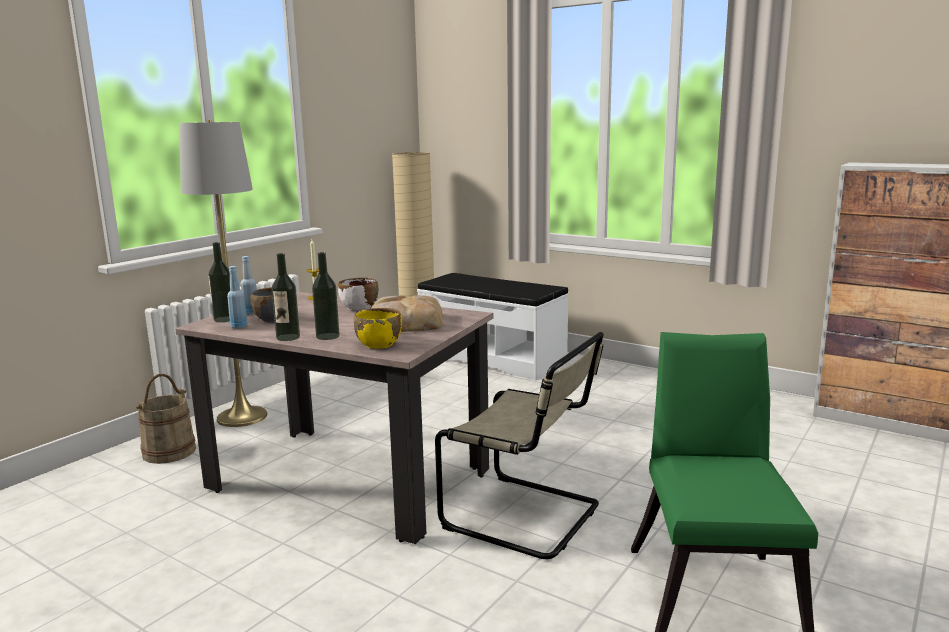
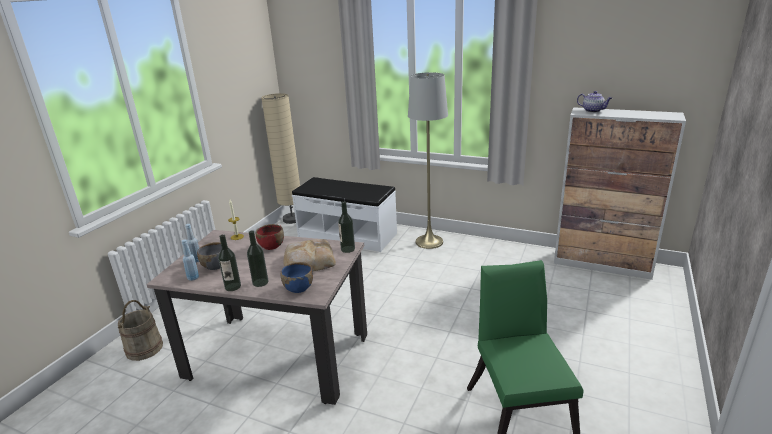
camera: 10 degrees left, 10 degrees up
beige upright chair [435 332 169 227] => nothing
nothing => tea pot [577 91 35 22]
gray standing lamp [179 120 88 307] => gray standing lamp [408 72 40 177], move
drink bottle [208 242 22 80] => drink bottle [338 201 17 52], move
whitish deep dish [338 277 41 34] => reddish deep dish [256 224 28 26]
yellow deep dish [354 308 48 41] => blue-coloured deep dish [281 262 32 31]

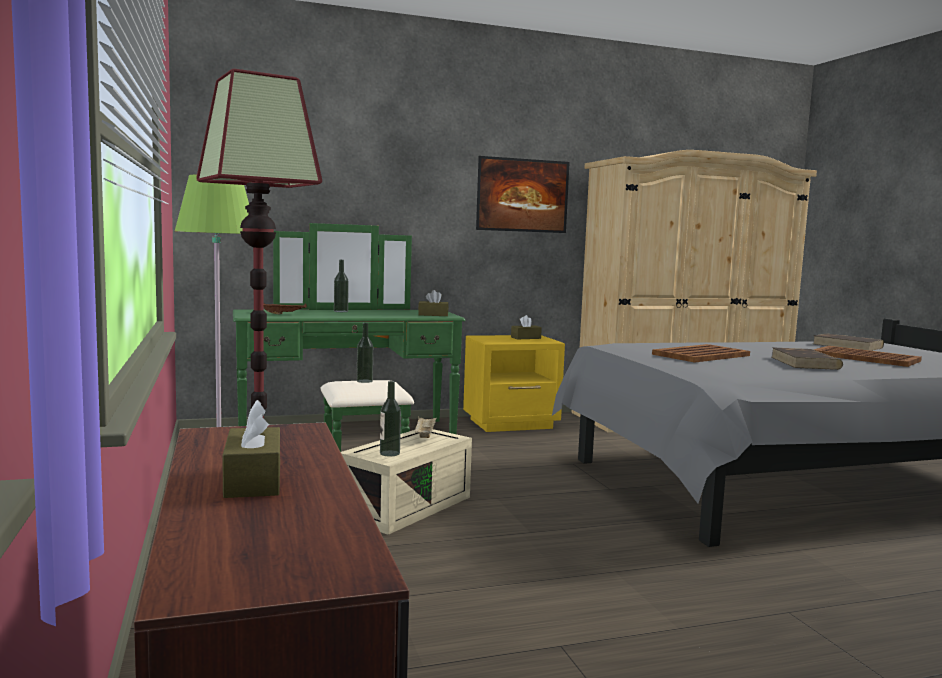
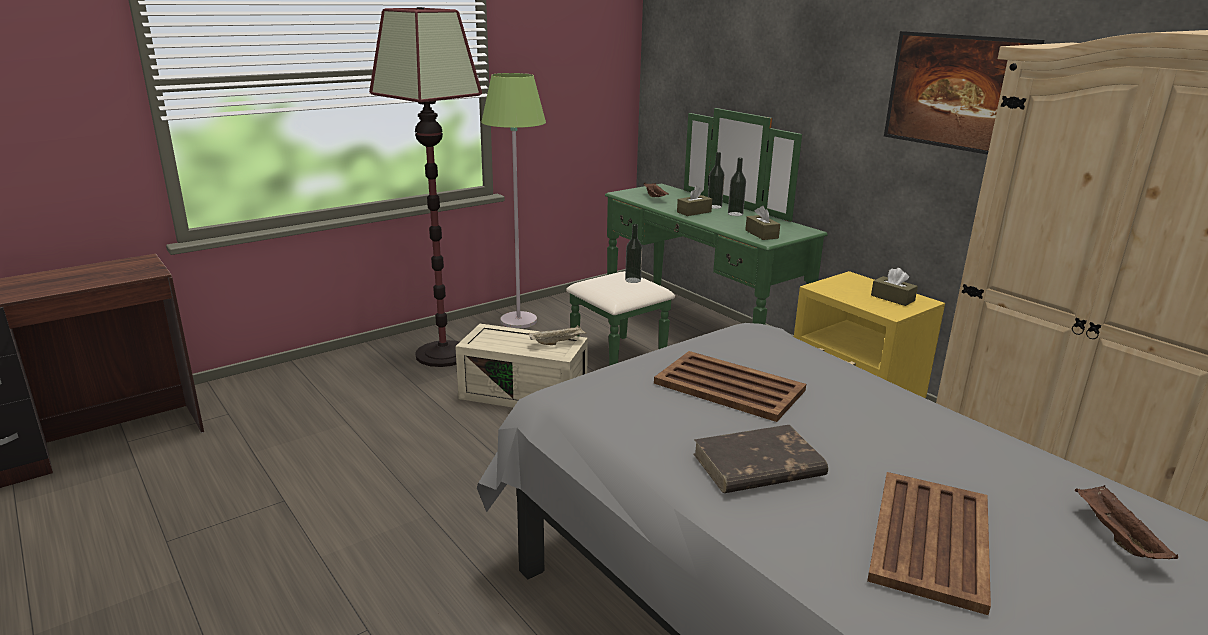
camera: 70 degrees right, 15 degrees up
brown-coloured tissue holder [222 400 58 98] => brown-coloured tissue holder [677 186 35 30], move
drink bottle [380 381 21 75] => drink bottle [728 158 18 58], move
brown-coloured book [814 334 70 17] => brown-coloured carrying tray [1075 485 103 74]

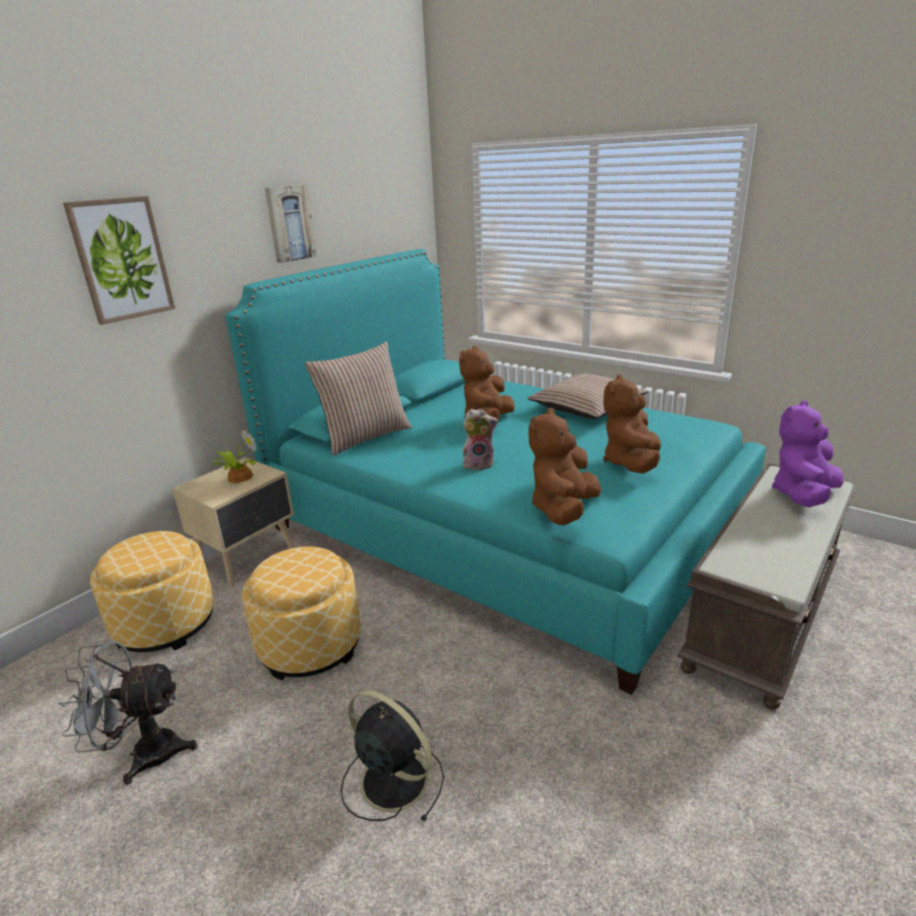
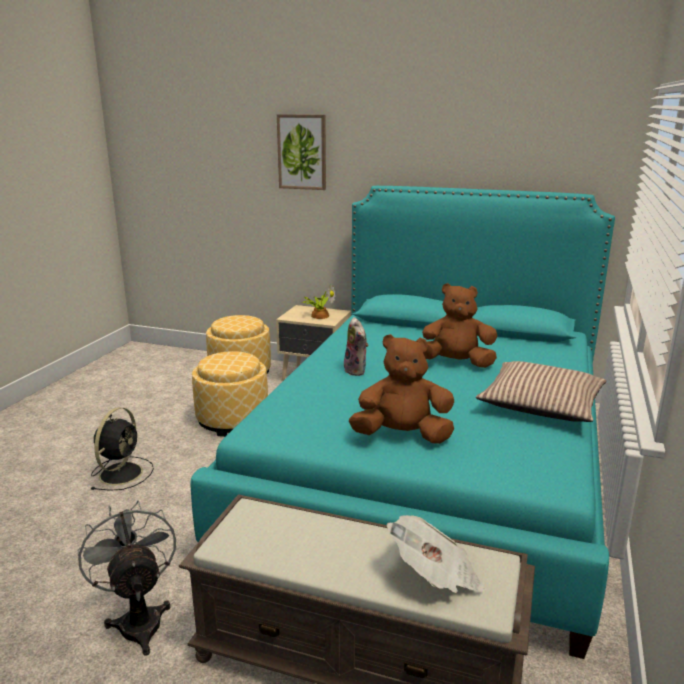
camera: 70 degrees right, 5 degrees down
wall art [265 185 52 78] => nothing
throw pillow [304 342 108 114] => nothing
brown-coloured plush toy [528 408 73 117] => nothing
gray electric fan [58 641 139 144] => gray electric fan [78 500 98 156], move
purple-coloured plush toy [772 400 72 107] => daily paper [387 515 98 78]

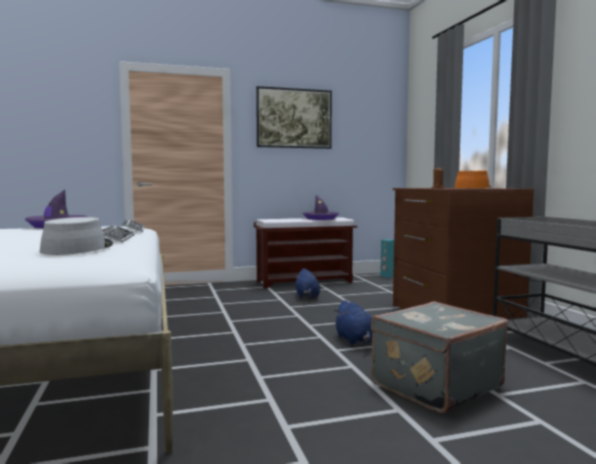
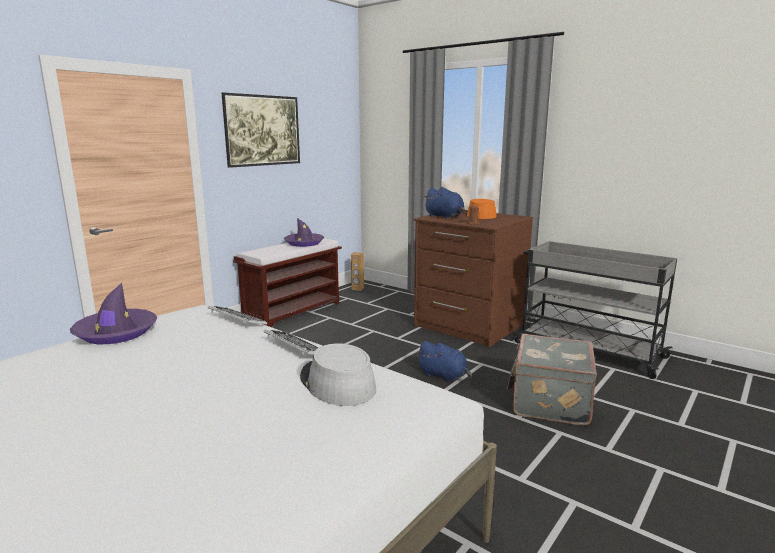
camera: 35 degrees left, 10 degrees up
blue-coloured plush toy [296 268 24 31] => blue-coloured plush toy [424 187 40 32], move
turquoise-coloured audio speaker [380 239 14 39] => brown-coloured audio speaker [351 252 13 39]

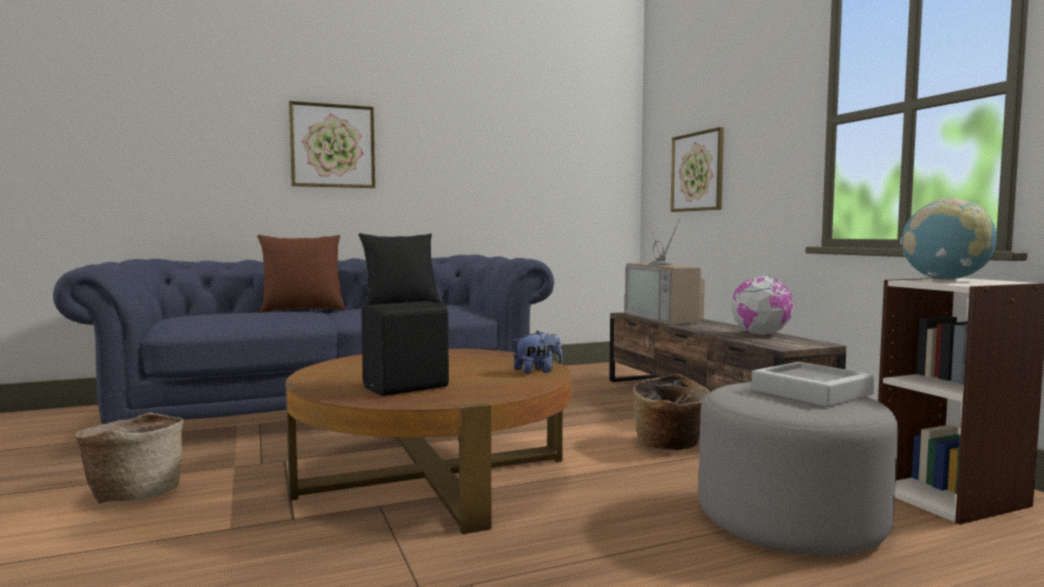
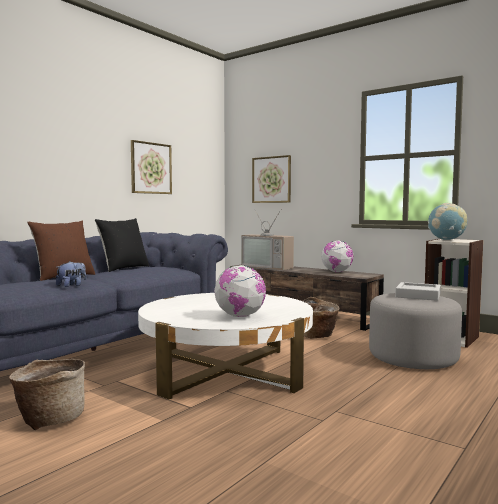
camera: 30 degrees left, 0 degrees up
wall art [289 101 86 87] => wall art [131 140 41 54], move
plush toy [513 331 49 43] => plush toy [56 261 30 26], move
black audio speaker [361 301 89 95] => globe [214 265 52 52]
brown-coloured coffee table [285 349 287 185] => whitish coffee table [138 293 175 106]

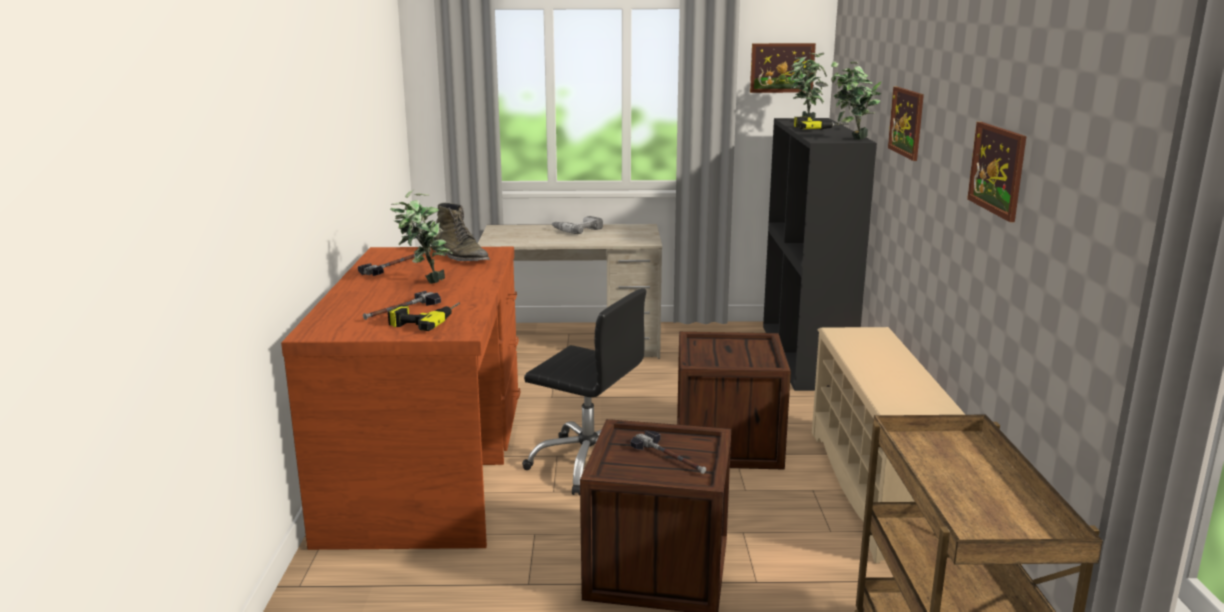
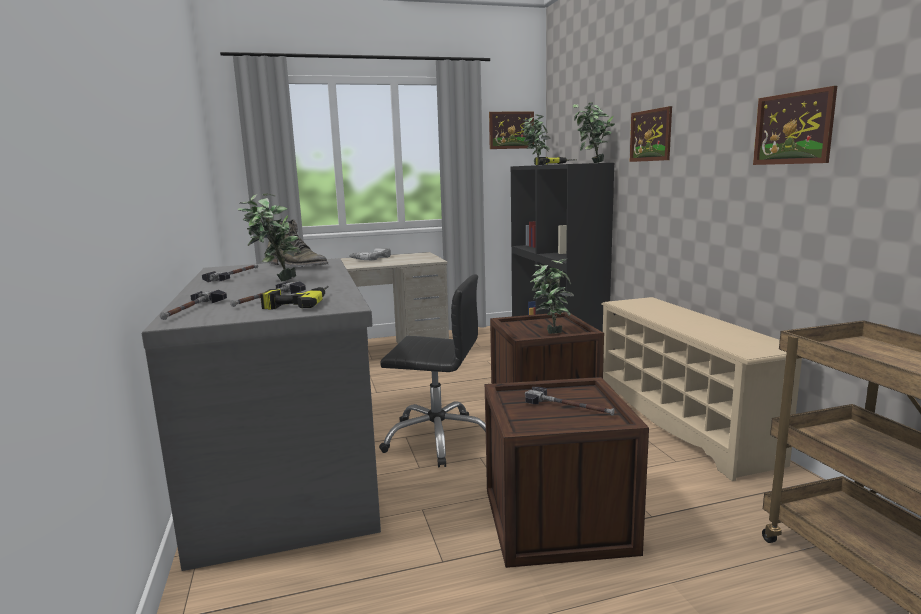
camera: 15 degrees left, 5 degrees down
nothing => hammer [160 290 67 30]
nothing => potted plant [530 259 44 75]
brown-coloured desk unit [281 247 240 303] => gray desk unit [142 258 239 313]

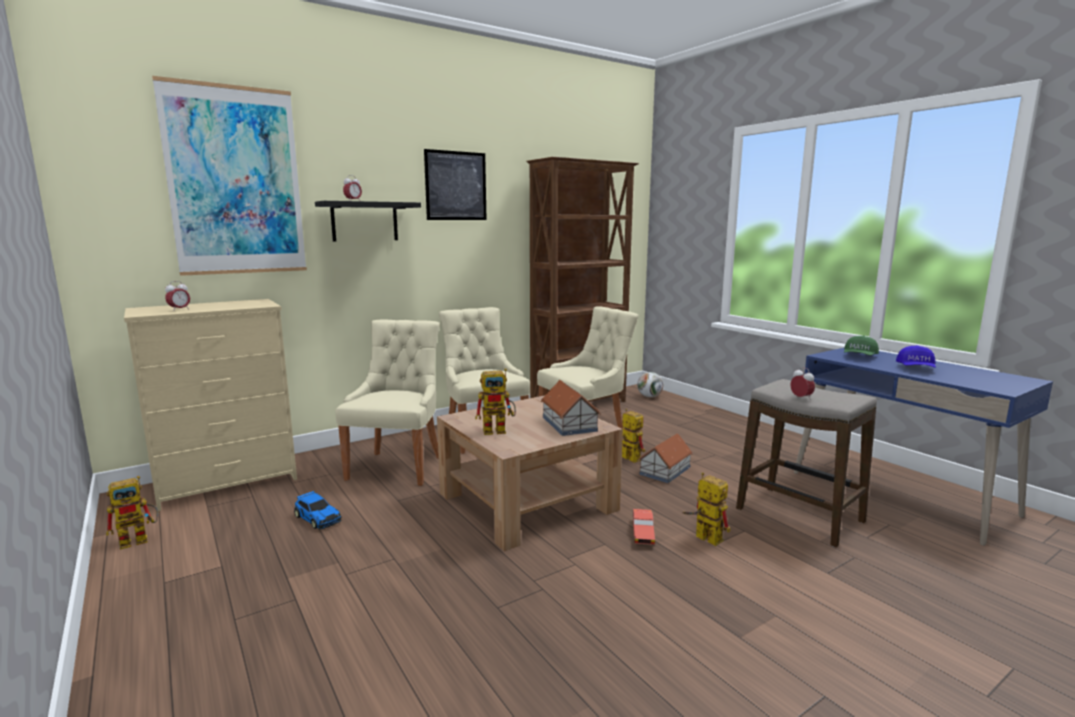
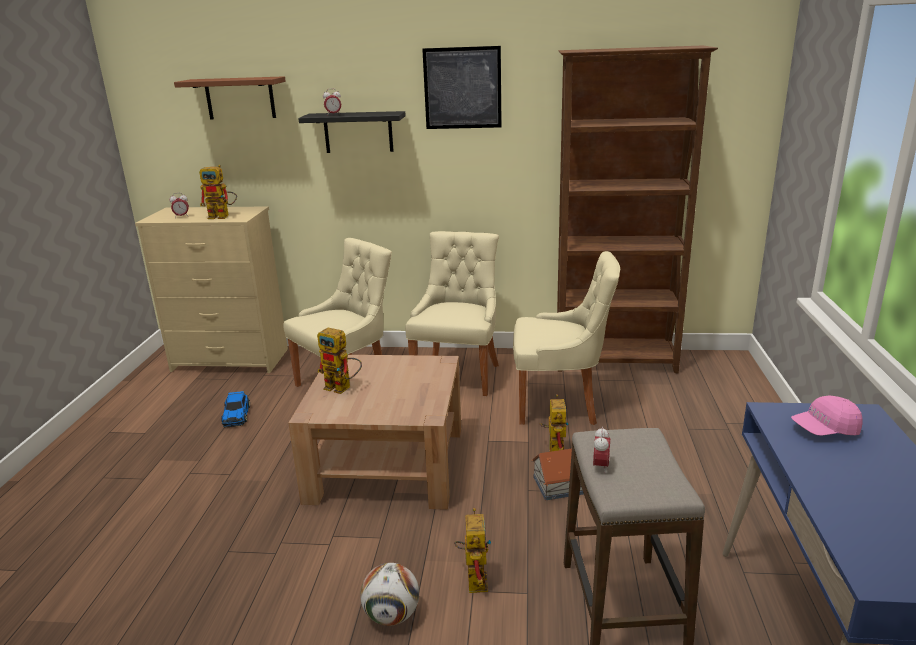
camera: 40 degrees right, 10 degrees up
model house [541 380 60 56] => nothing
reddish model car [633 509 22 36] => nothing
blue-coloured baseball cap [896 345 40 23] => nothing
robot figure [106 476 52 74] => robot figure [199 165 38 54], move
football ball [637 372 26 26] => football ball [360 563 59 63], move
wall art [152 76 155 200] => brown-coloured shelf [174 76 112 43]
green baseball cap [844 336 35 19] => pinkish baseball cap [791 395 72 41]

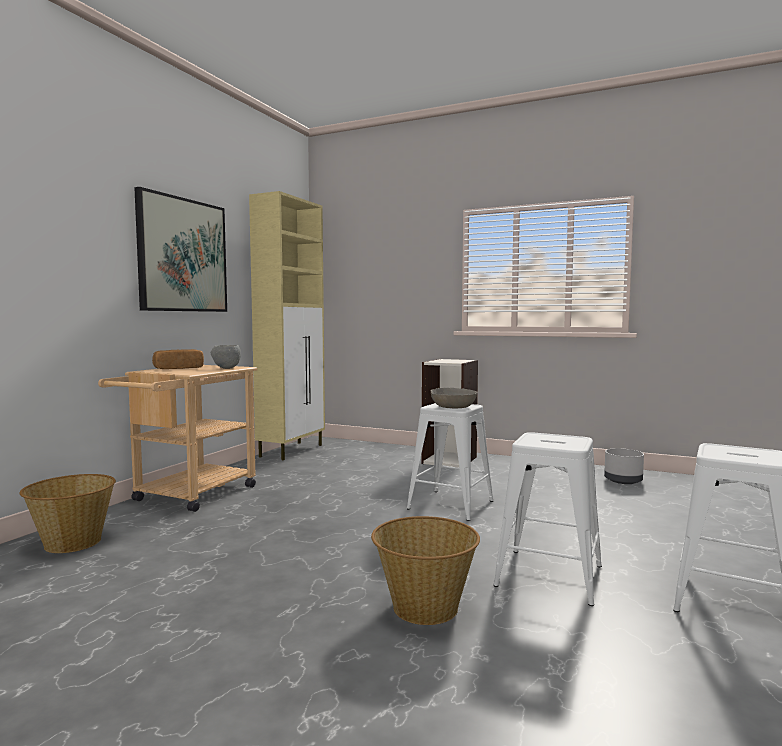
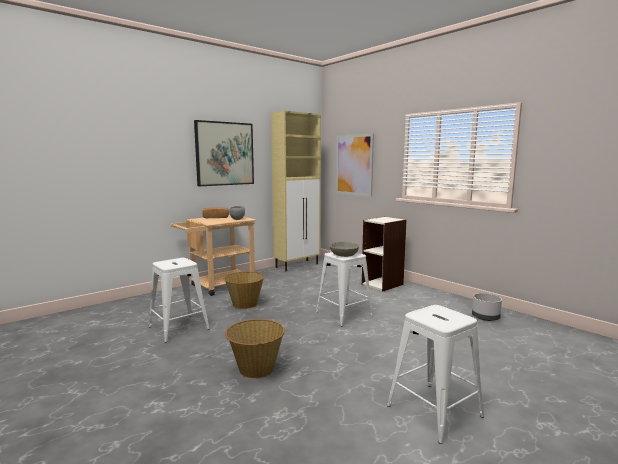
camera: 25 degrees right, 5 degrees up
nothing => wall art [336 133 38 64]
storage basket [20 474 96 79] => storage basket [224 271 41 38], move
whitish stool [493 432 109 174] => whitish stool [149 258 61 84], move

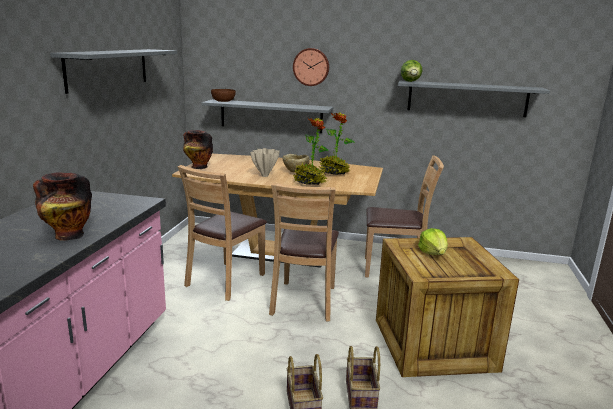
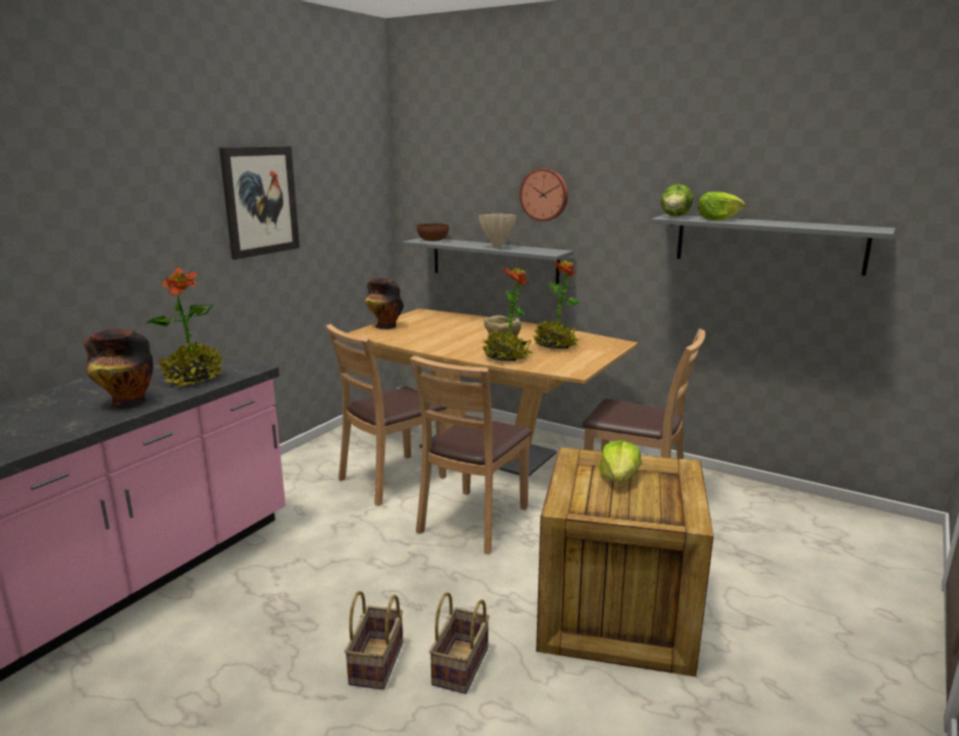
camera: 20 degrees right, 0 degrees up
nothing => potted plant [147 267 76 121]
nothing => lettuce head [698 192 47 28]
beige vase [250 148 30 29] => beige vase [478 213 39 35], move
gray shelf [50 49 127 45] => wall art [219 146 81 114]

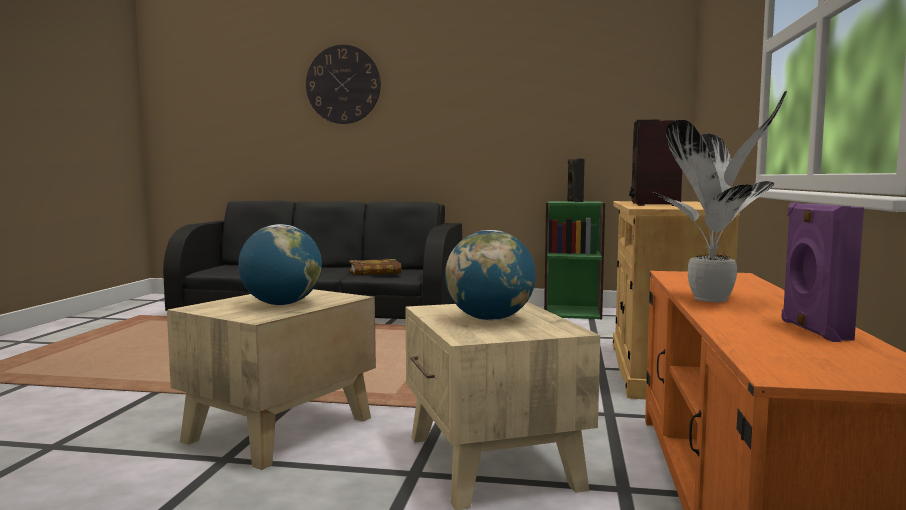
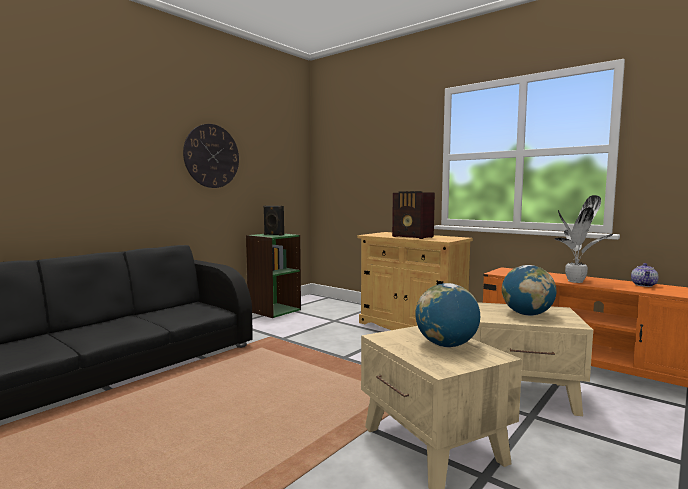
camera: 60 degrees left, 0 degrees up
book [349 259 52 16] => nothing
wall clock [306 45 75 79] => wall clock [183 124 56 64], move
purple-coloured audio speaker [781 203 83 139] => tea pot [631 263 27 24]

